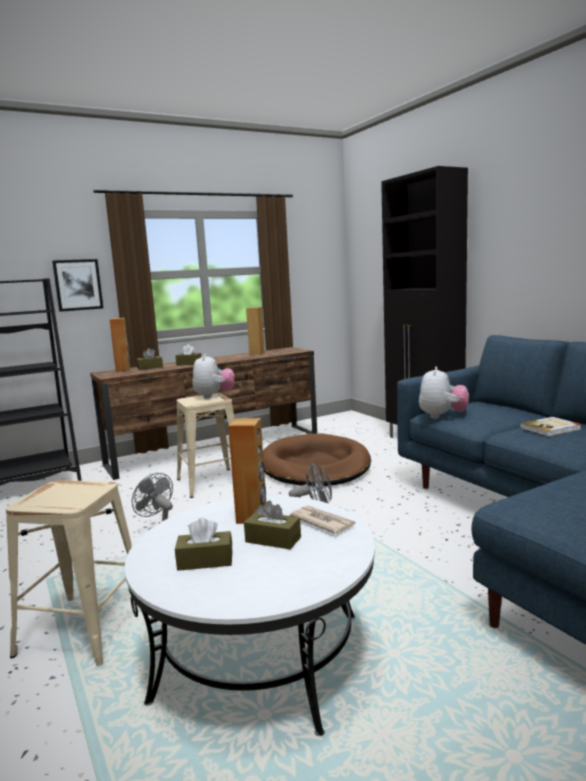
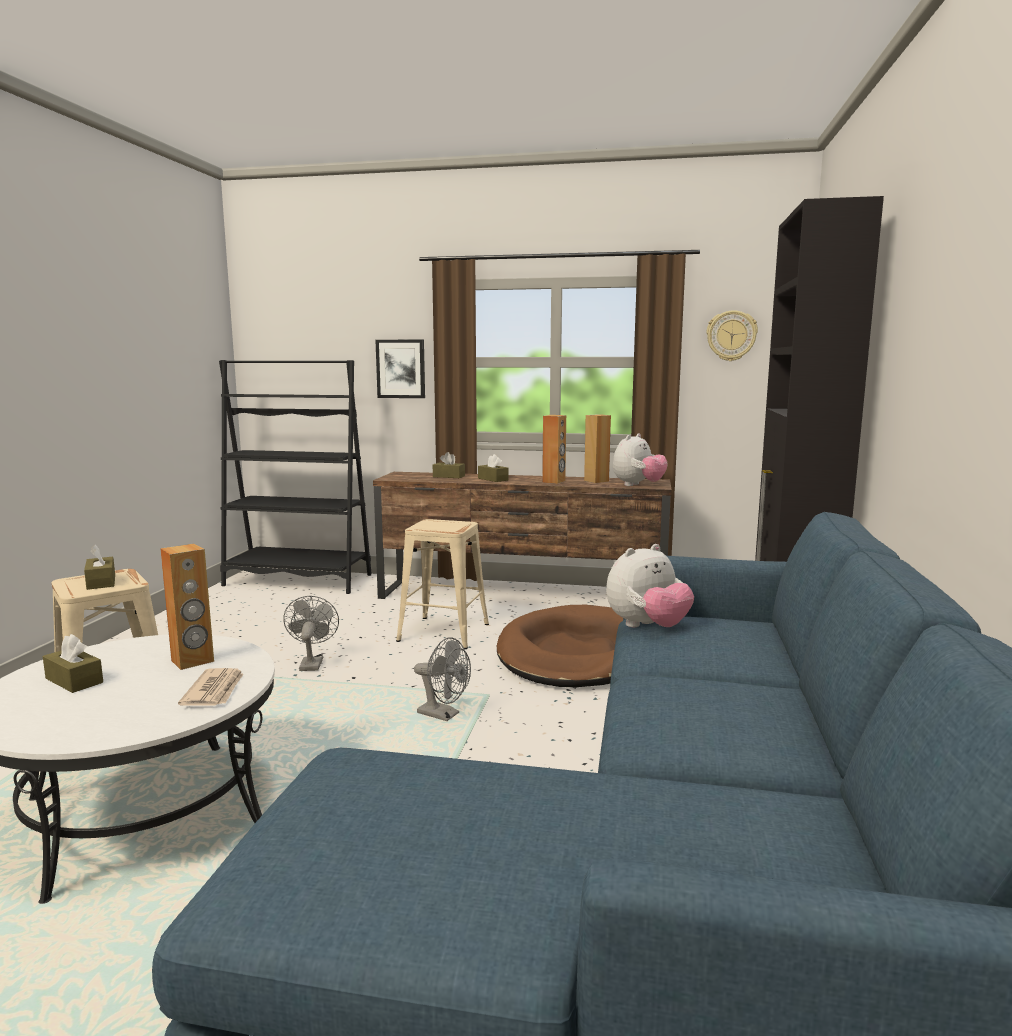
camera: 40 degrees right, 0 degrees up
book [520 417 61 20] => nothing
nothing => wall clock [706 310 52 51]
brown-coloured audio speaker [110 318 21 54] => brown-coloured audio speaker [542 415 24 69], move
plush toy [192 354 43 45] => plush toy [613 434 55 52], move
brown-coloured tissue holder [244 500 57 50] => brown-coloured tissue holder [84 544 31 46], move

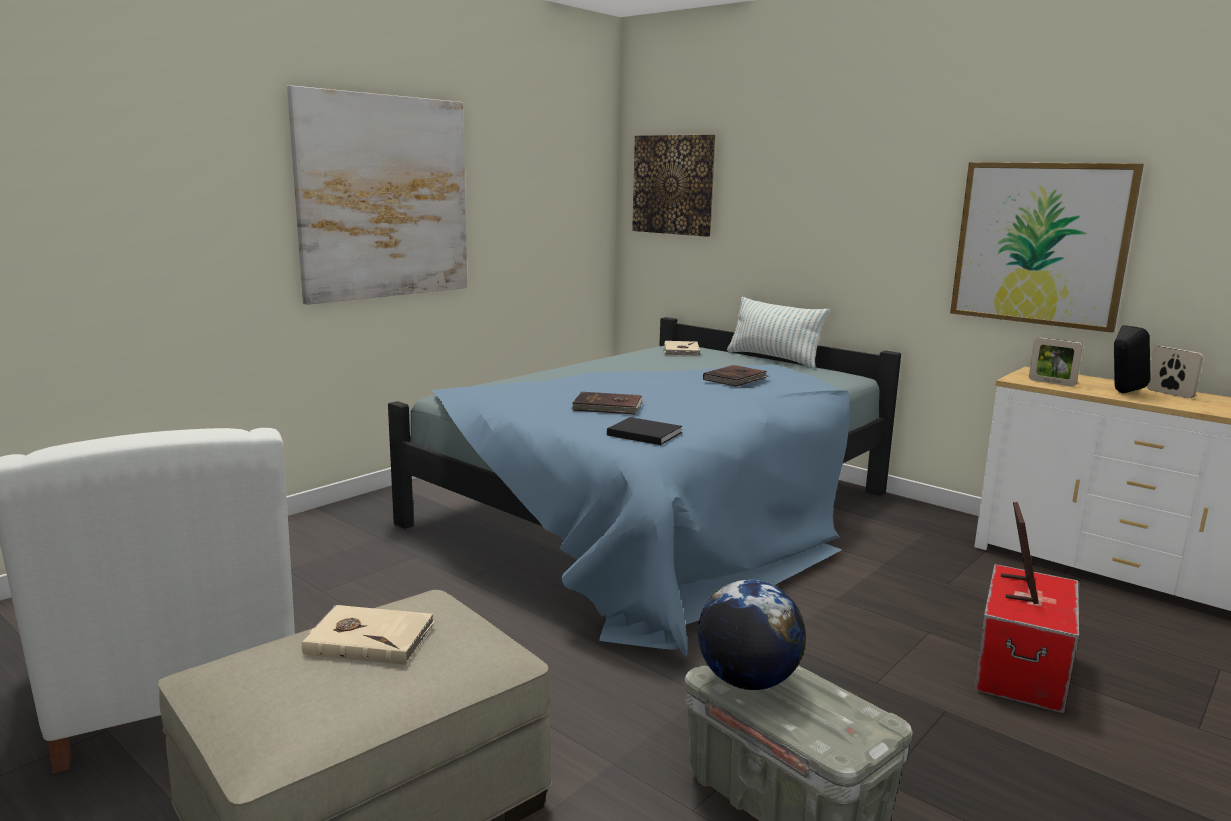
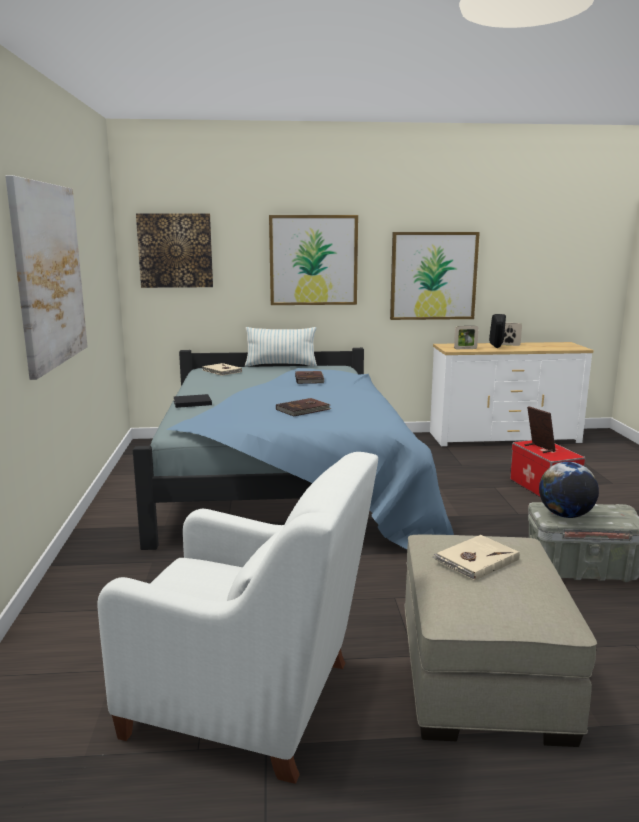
camera: 45 degrees left, 0 degrees up
nothing => wall art [269 215 89 90]
black book [607 417 75 28] => black book [174 394 38 14], move

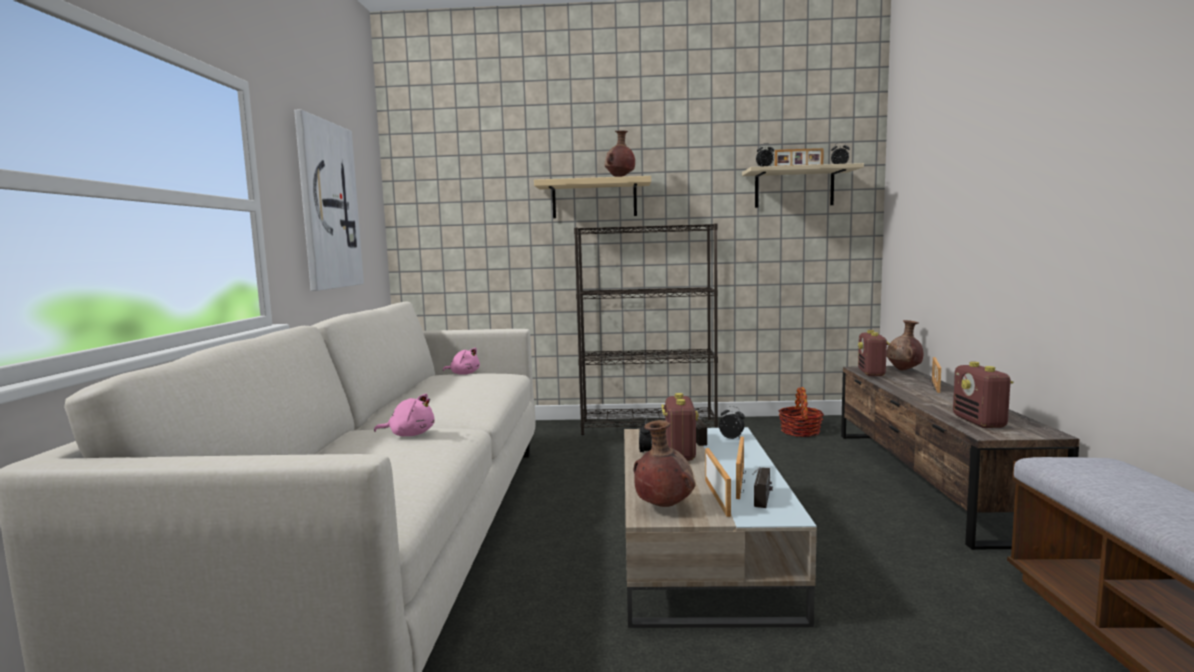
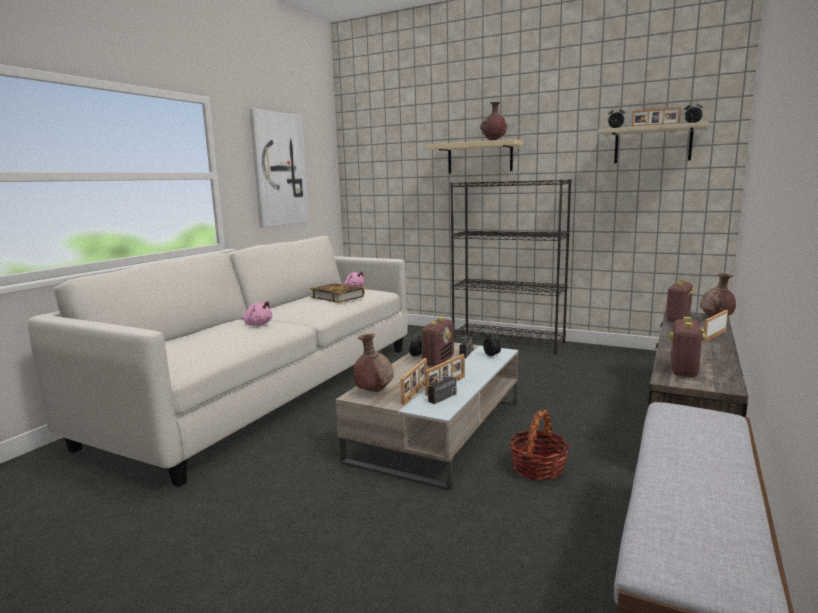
camera: 25 degrees right, 5 degrees up
nothing => book [310 283 55 20]
storage basket [778 387 46 50] => storage basket [509 410 60 70], move

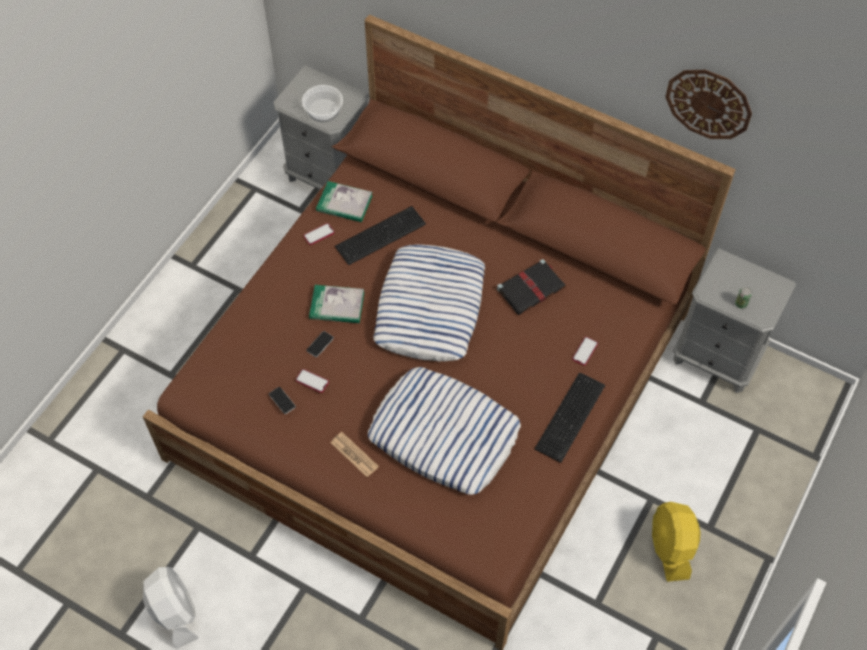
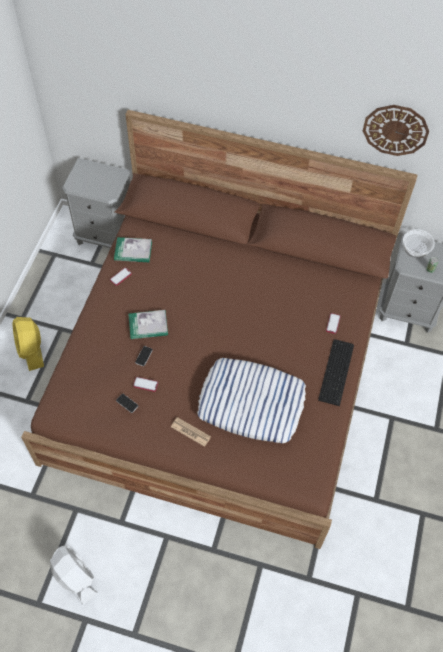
camera: 15 degrees left, 0 degrees up
computer keyboard [335 206 91 59] => nothing
throw pillow [373 244 112 118] => nothing
black book [497 259 69 56] => nothing
deep dish [302 85 41 37] => deep dish [403 229 32 29], move
yellow electric fan [652 502 49 80] => yellow electric fan [12 317 32 54], move

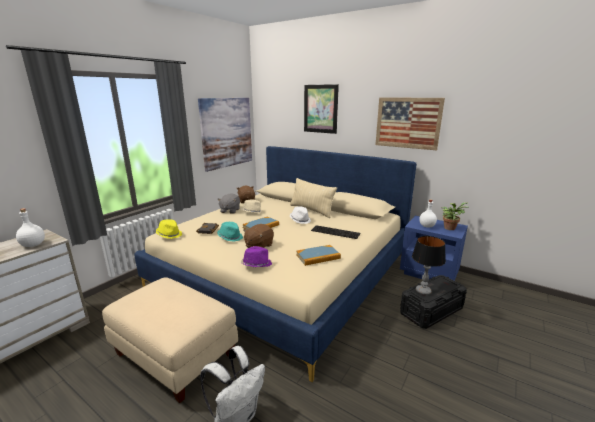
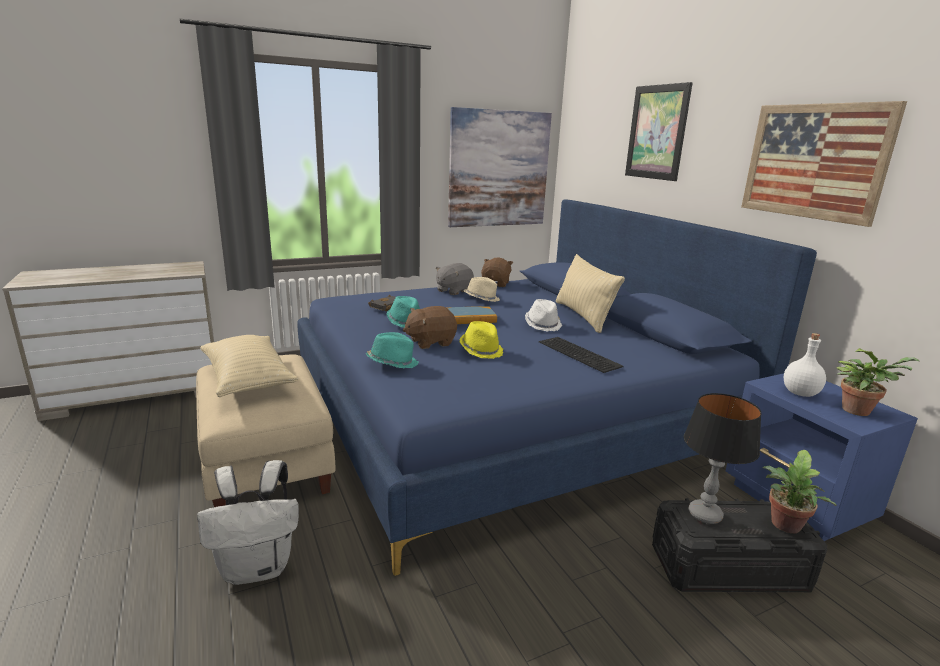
camera: 30 degrees right, 0 degrees up
whitish drink bottle [16 208 29 39] => nothing
book [296 245 45 21] => nothing
nothing => beige throw pillow [201 335 97 62]
nothing => potted plant [762 450 75 83]
yellow wearable hat [156 219 26 20] => yellow wearable hat [459 321 44 38], move
beige sleeping bed [134 146 283 236] => blue-coloured sleeping bed [297 199 520 377]
purple-coloured wearable hat [241 246 31 21] => turquoise-coloured wearable hat [366 332 53 36]

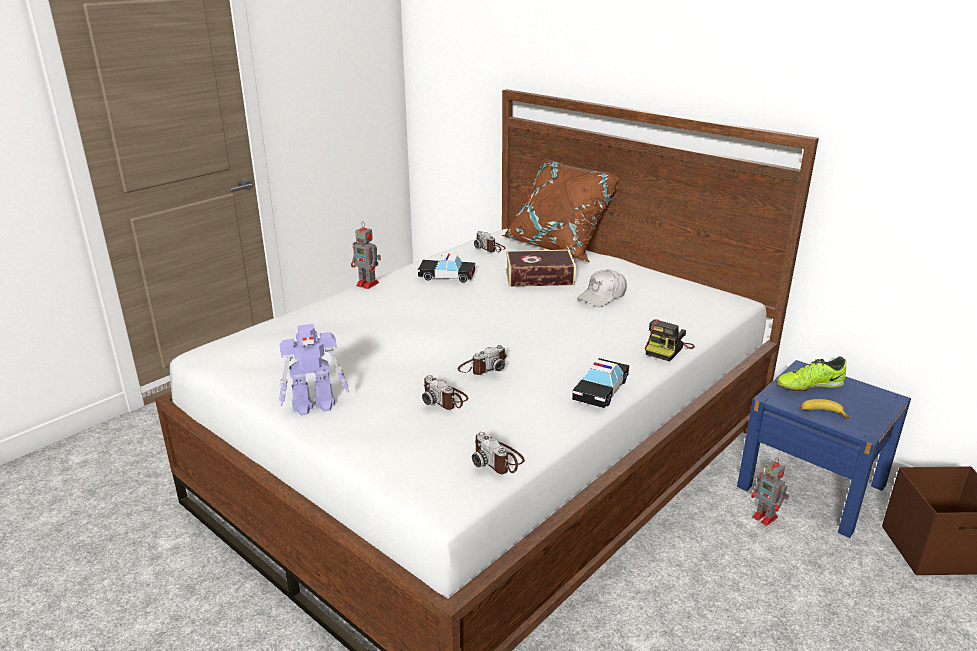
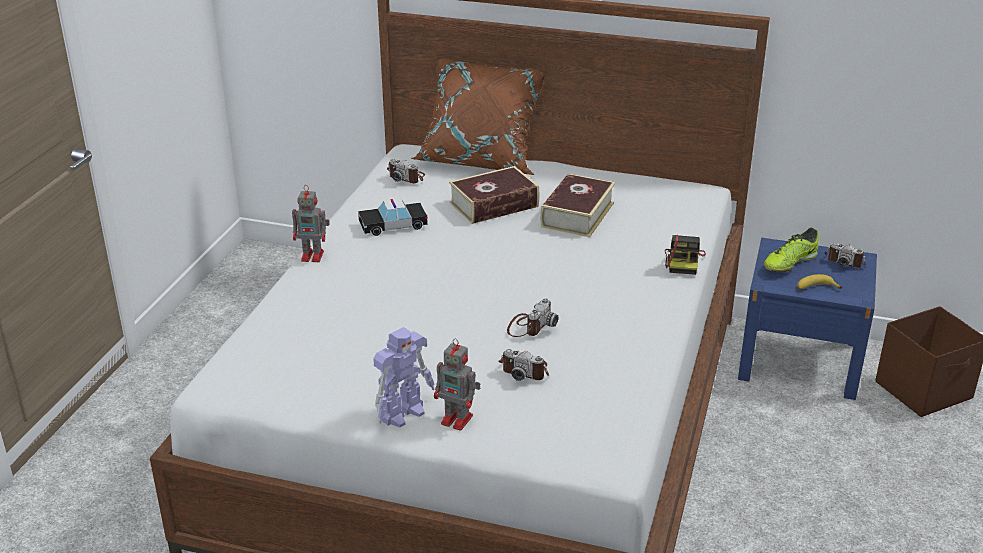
camera: 25 degrees left, 5 degrees up
model car [572 358 57 50] => nothing
photo camera [472 432 53 42] => photo camera [824 243 42 25], move
robot figure [751 458 38 68] => robot figure [434 338 46 93], move
whitish baseball cap [577 269 49 38] => book [540 173 75 64]

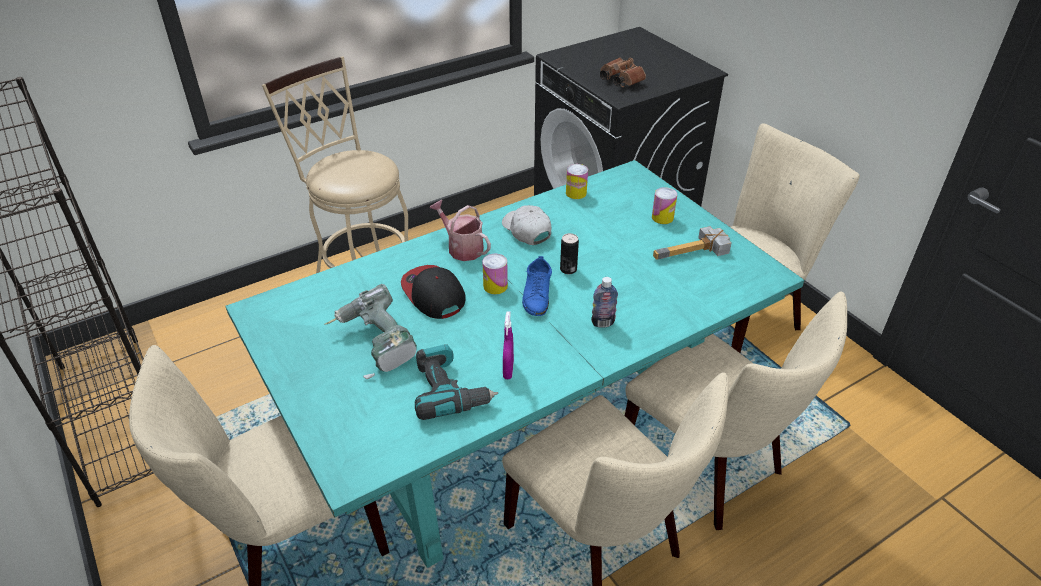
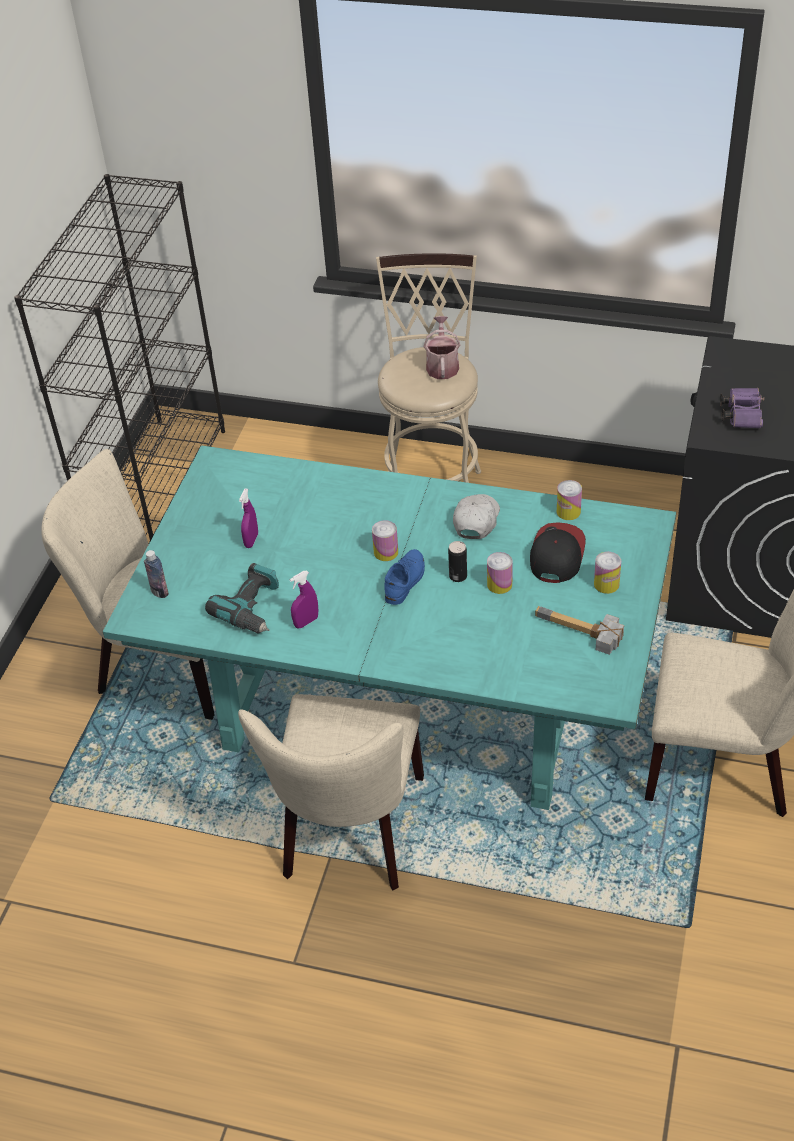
camera: 50 degrees right, 5 degrees up
beige upright chair [625 292 222 238] => nothing
nothing => metal can [487 552 26 42]
baseball cap [401 265 64 54] => baseball cap [530 522 56 61], move
watering pot [429 200 62 61] => watering pot [424 316 36 63], move
drink bottle [591 277 27 51] => drink bottle [144 550 25 48], move
power drill [325 284 92 95] => purple-coloured sprayer [239 488 19 60]
brown-coloured field glasses [600 58 46 29] => purple-coloured field glasses [720 388 44 40]
blue-coloured low shoe [522 256 30 60] => blue-coloured low shoe [384 549 41 56], 150 degrees clockwise

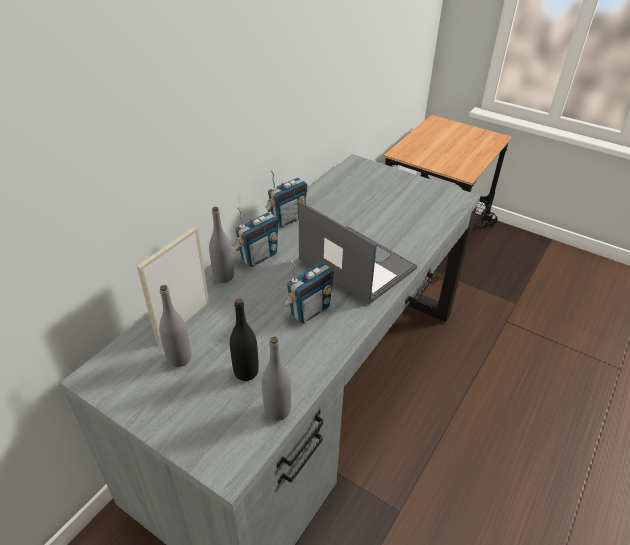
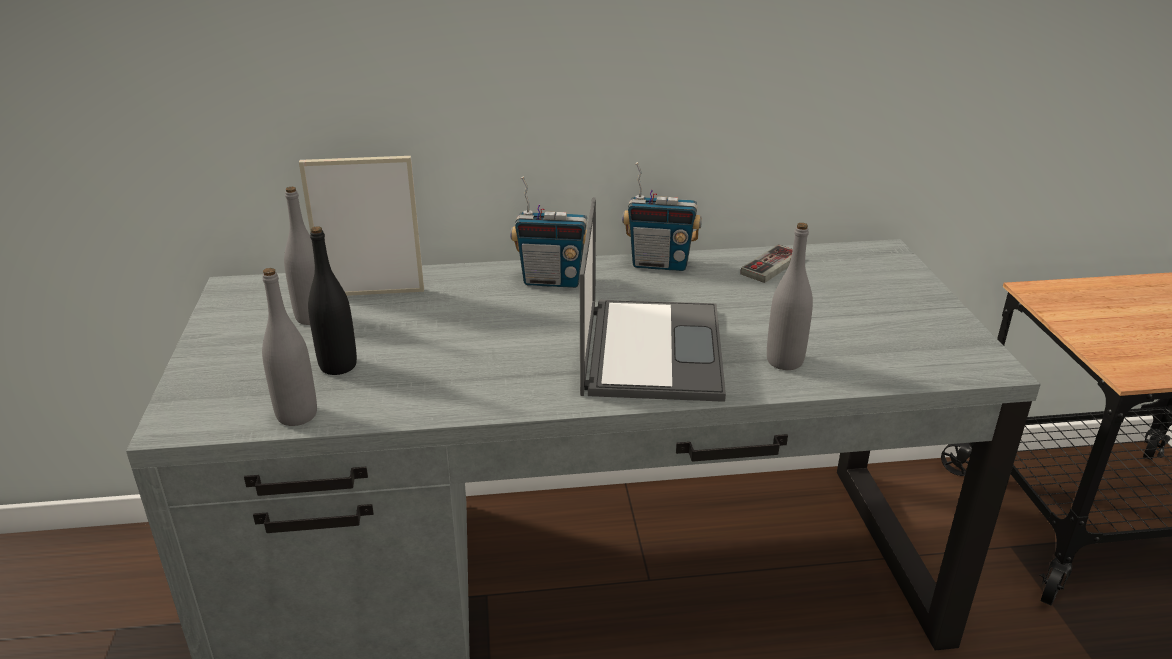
camera: 50 degrees right, 10 degrees down
radio receiver [283 260 51 64] => nothing
nothing => gamepad [740 245 53 38]
gray drink bottle [209 207 25 76] => gray drink bottle [767 223 46 147], move

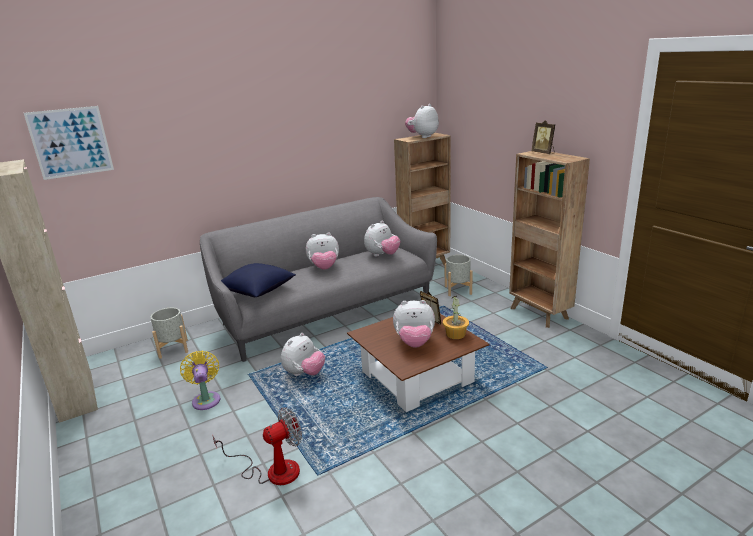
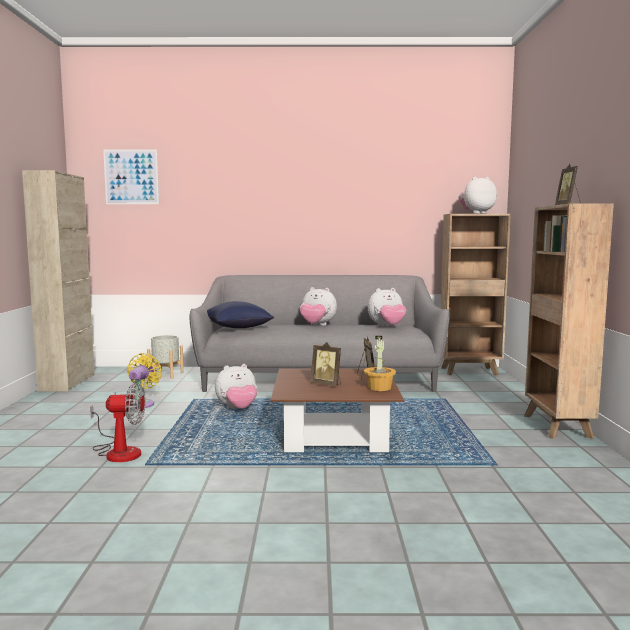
camera: 30 degrees right, 15 degrees down
gray plant pot [445 255 28 41] => nothing
plush toy [393 300 42 48] => photo frame [311 342 30 44]

